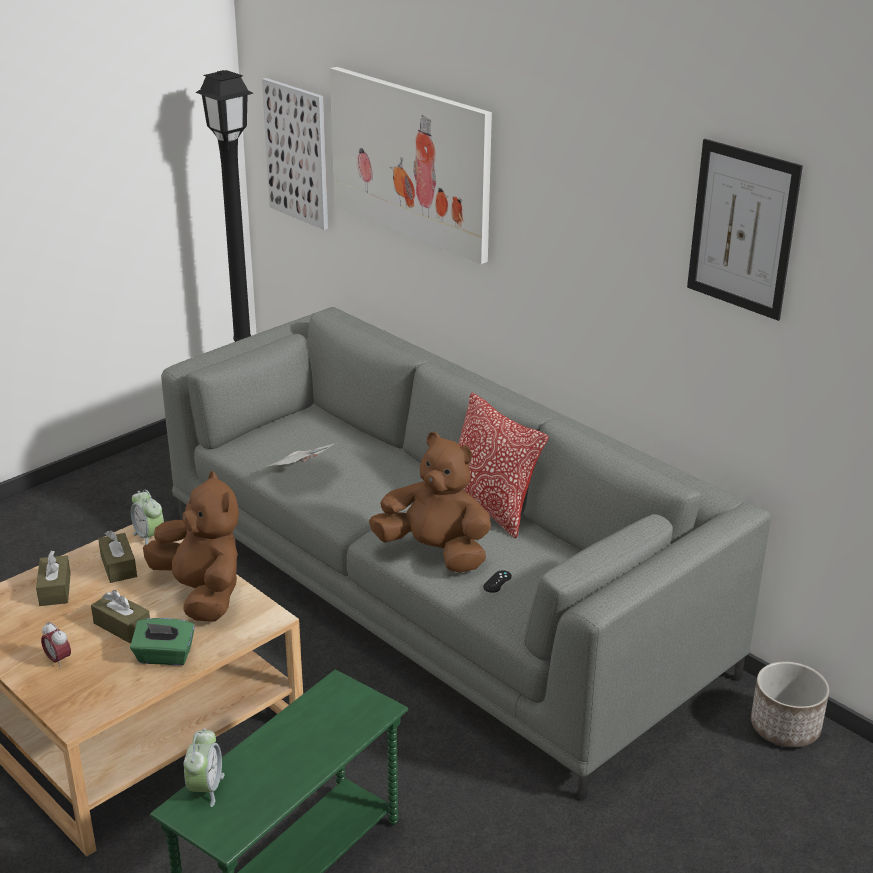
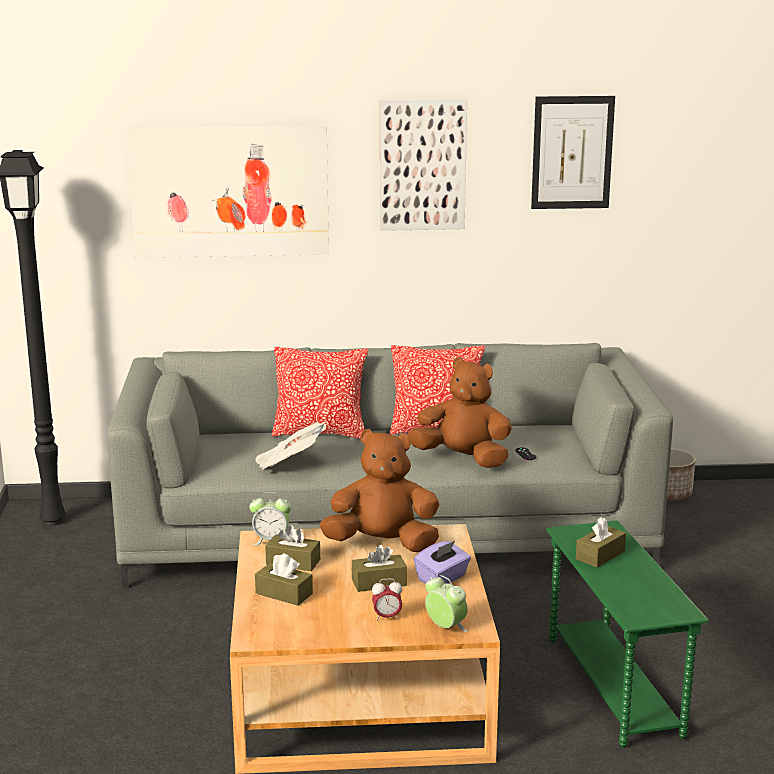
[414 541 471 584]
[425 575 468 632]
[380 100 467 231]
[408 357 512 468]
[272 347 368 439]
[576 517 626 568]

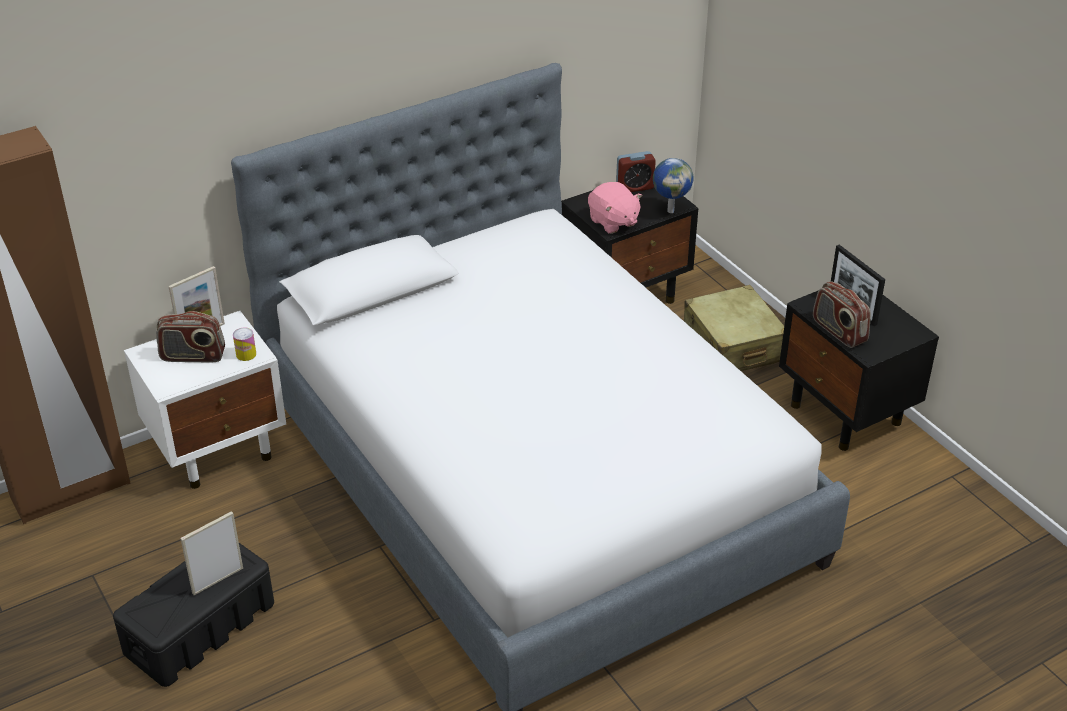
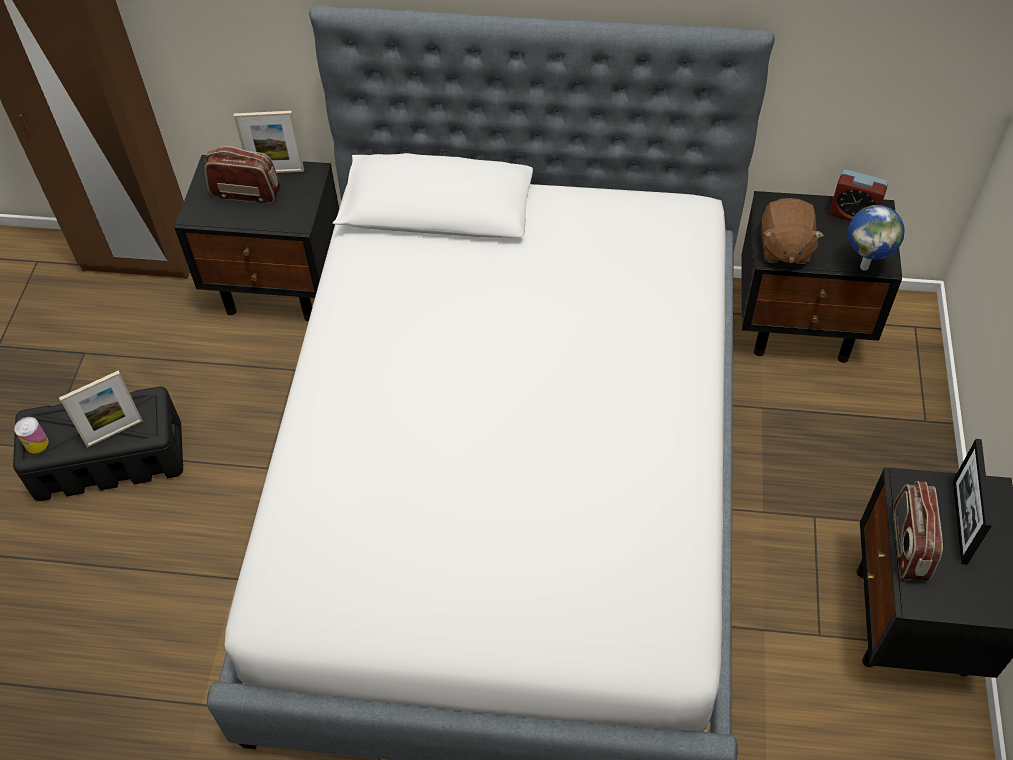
[174 155 339 321]
[205 146 280 203]
[59 370 143 448]
[14 417 49 453]
[761 198 824 264]
[684 285 784 371] (first image)

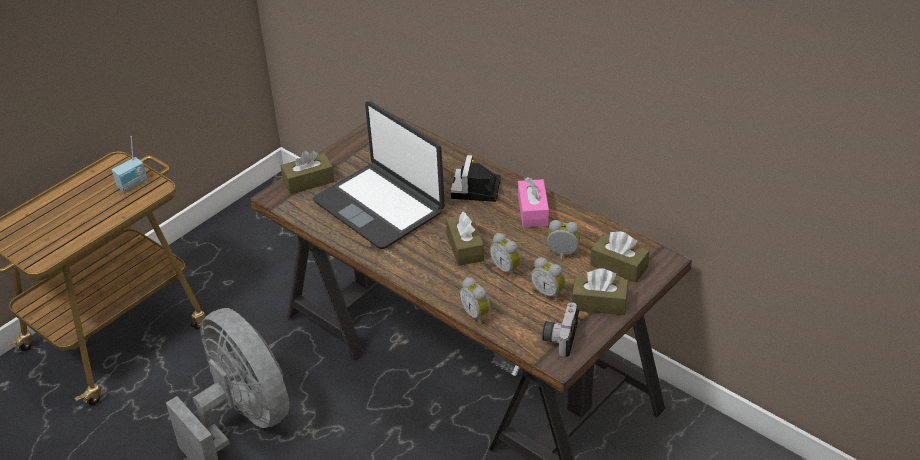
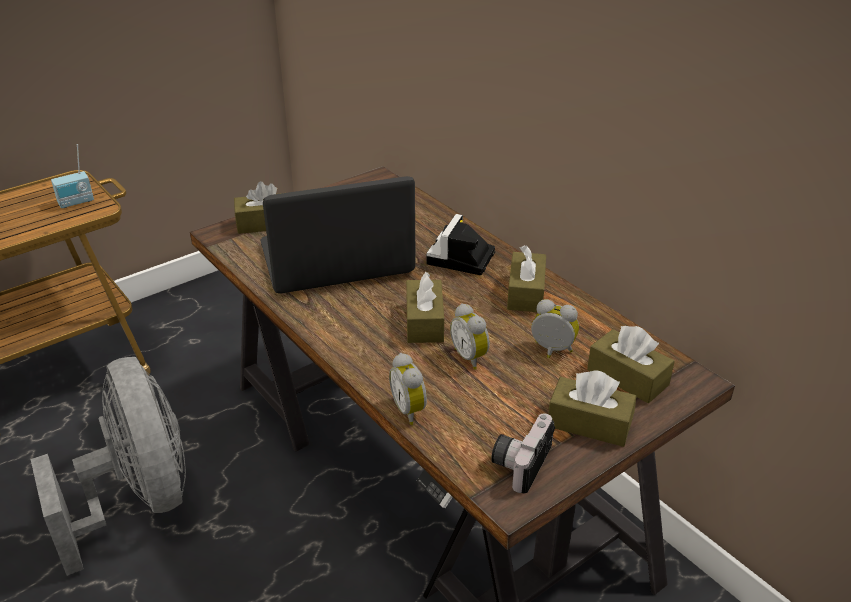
[260 176 416 293]
[507 245 546 312]
[531 257 565 302] (first image)

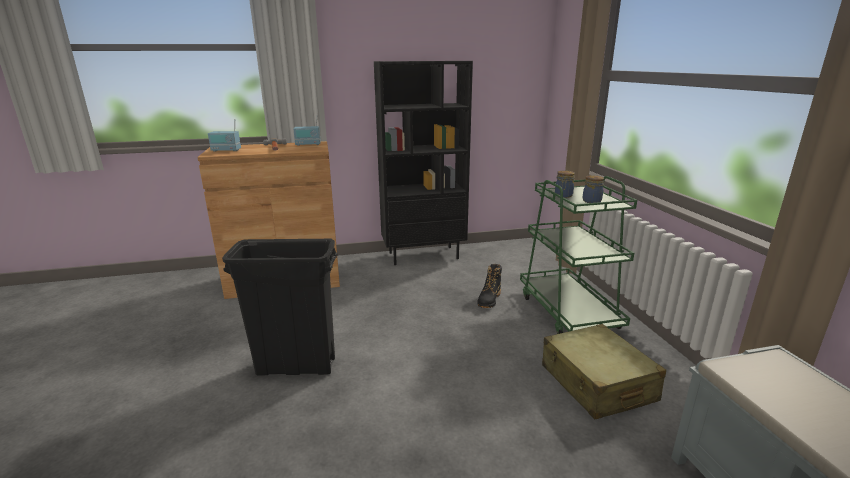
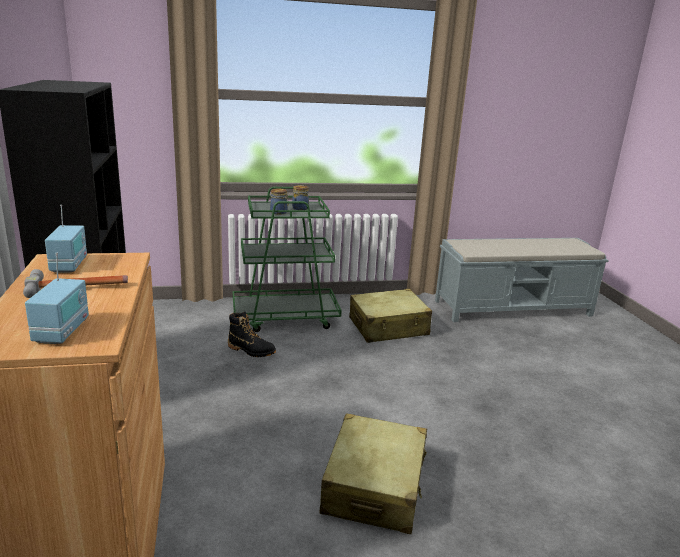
[319 414 427 534]

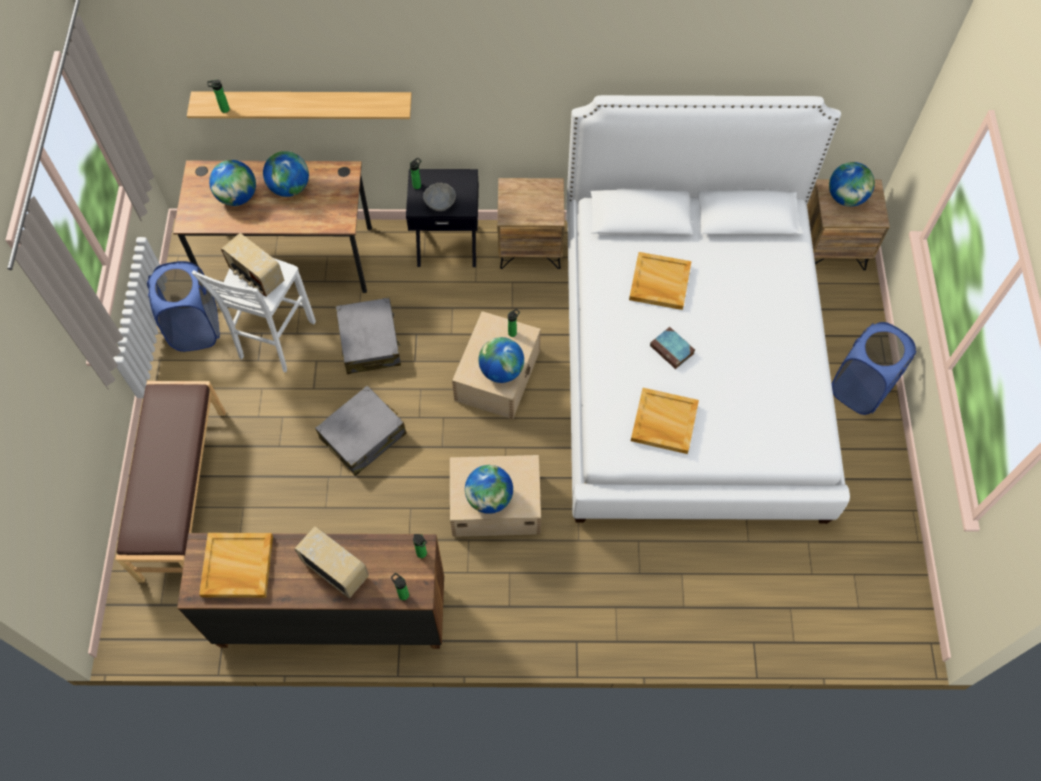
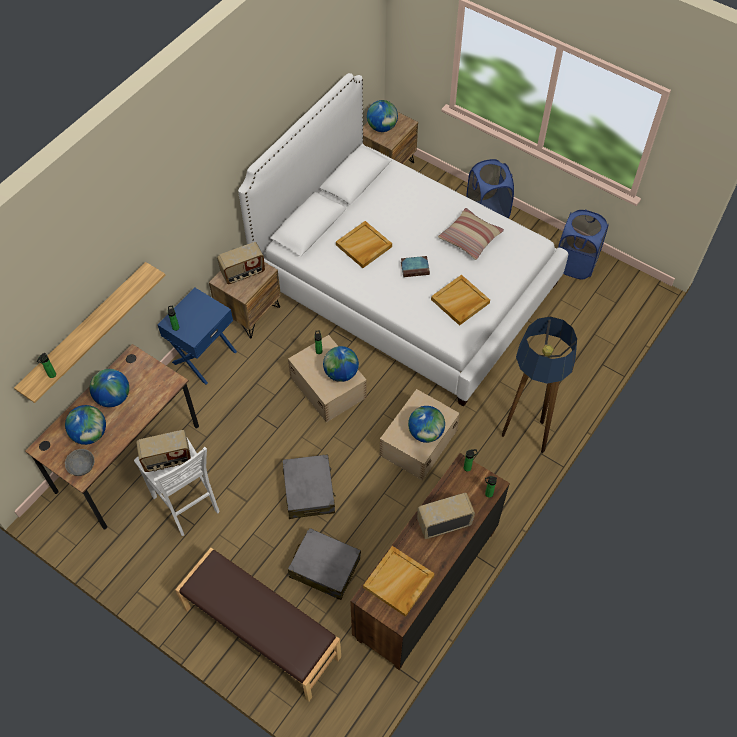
[558 210 609 280]
[288 528 361 600]
[158 288 237 385]
[65 449 94 476]
[217 242 265 284]
[438 208 504 260]
[502 317 577 453]

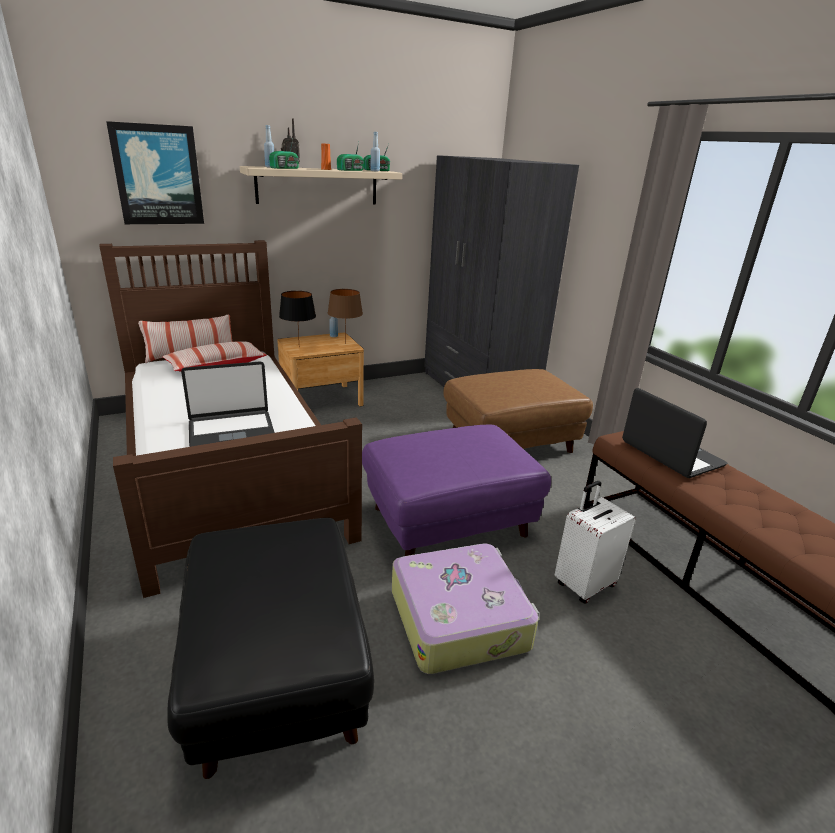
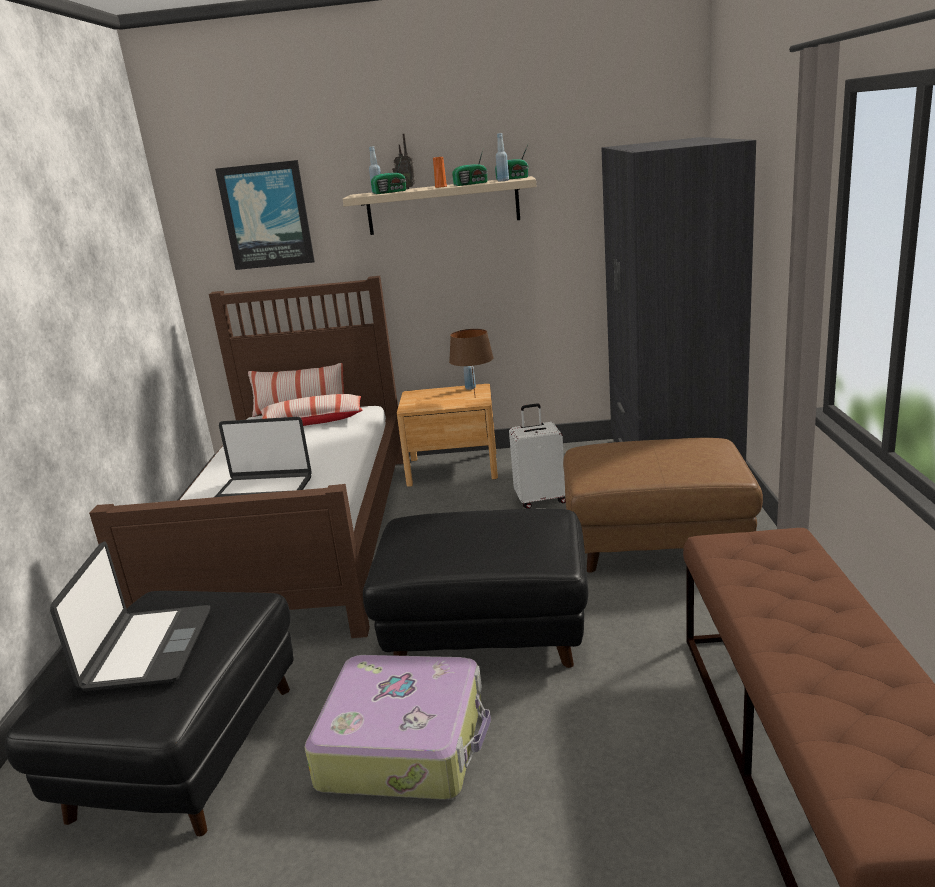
[279 291 316 338] (first image)
[363 508 588 668]
[509 403 566 509]
[50 541 210 691]

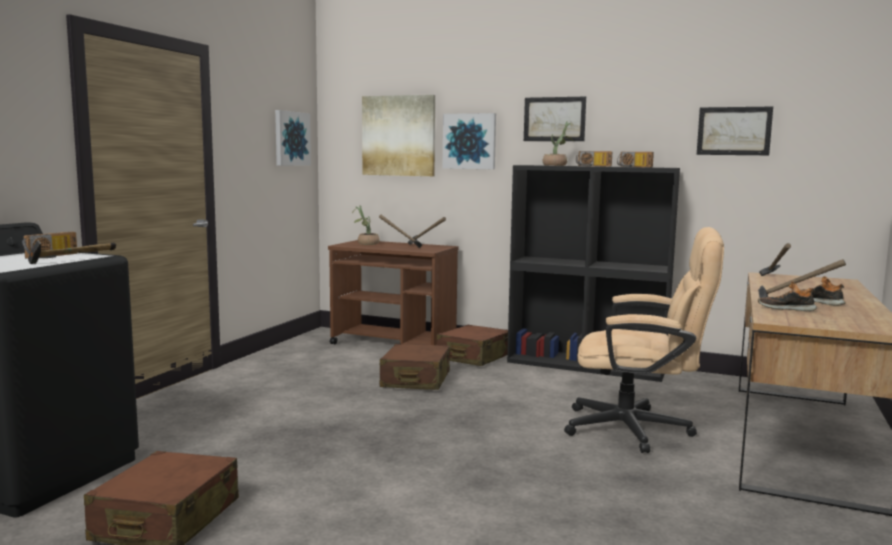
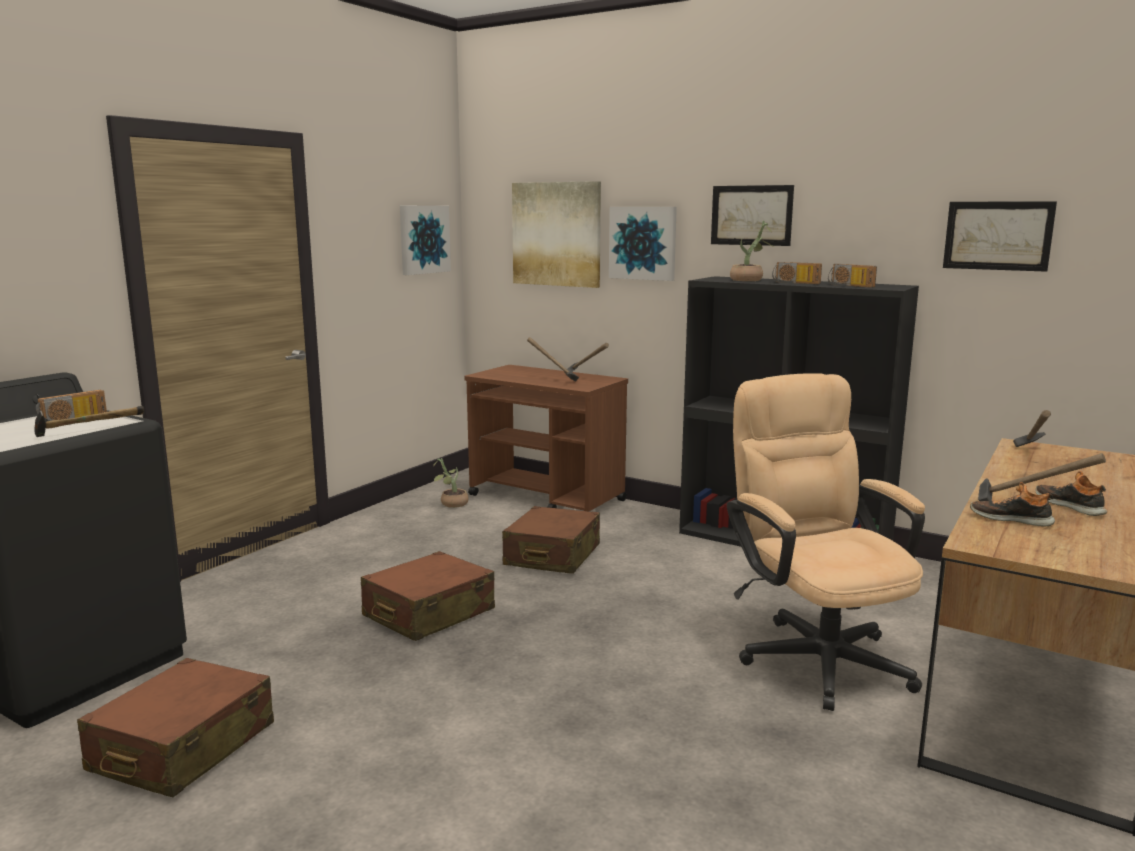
[433 458 469 508]
[361 551 495 641]
[727 374 925 711]

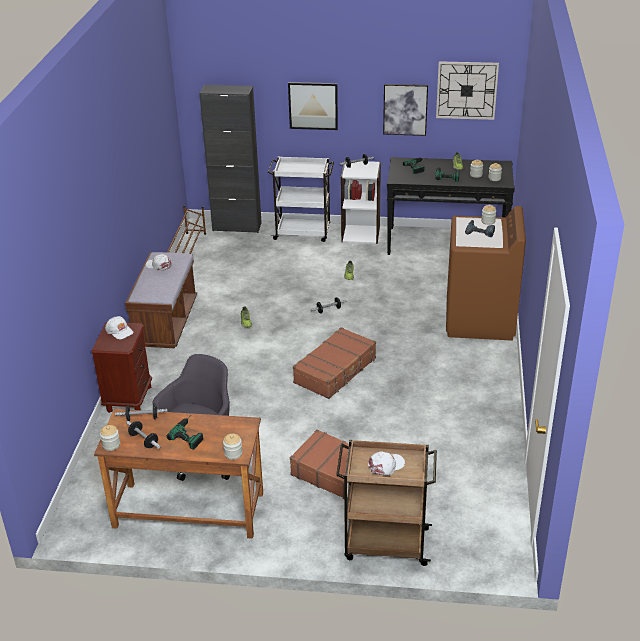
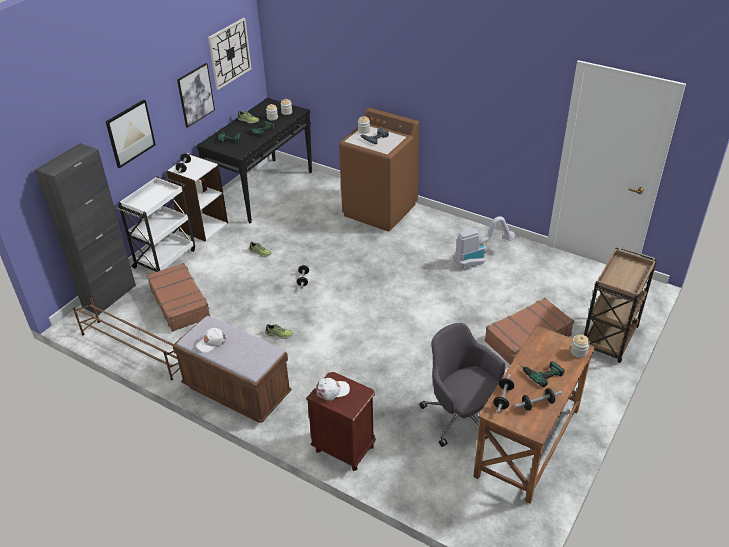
[100 425 120 451] (first image)
[147 263 211 332]
[368 451 405 476] (first image)
[453 216 515 271]

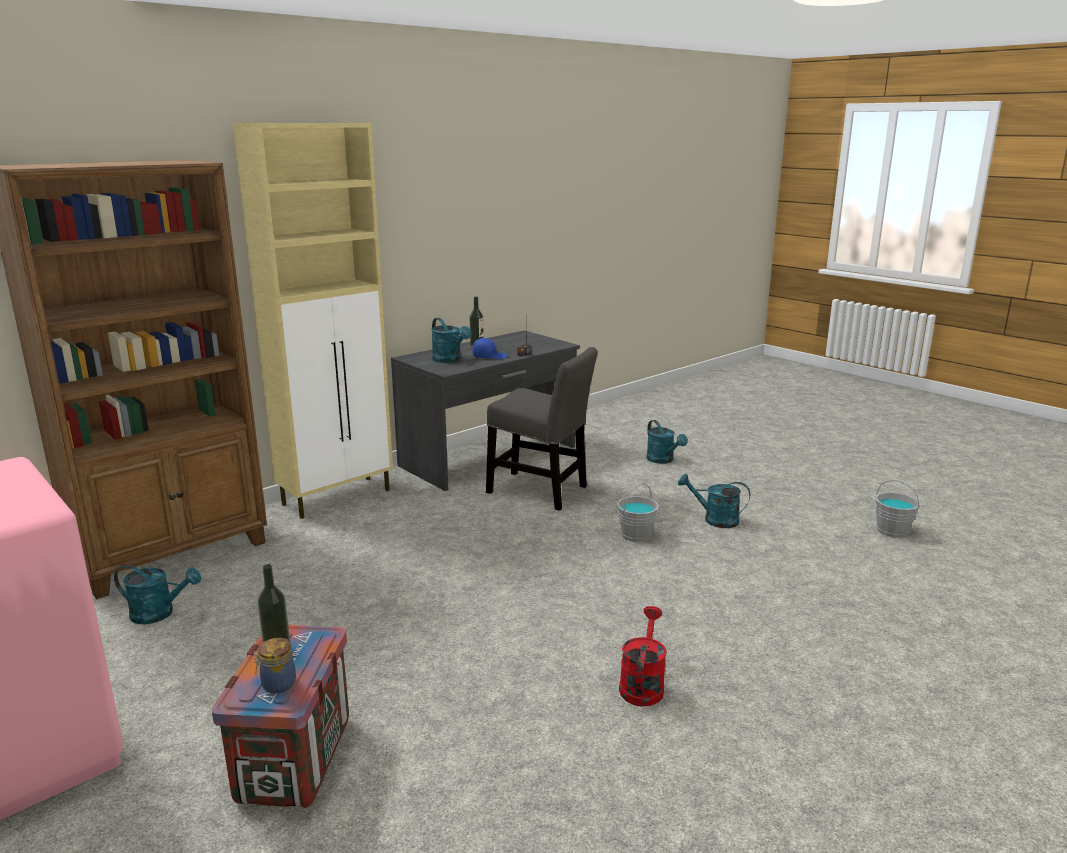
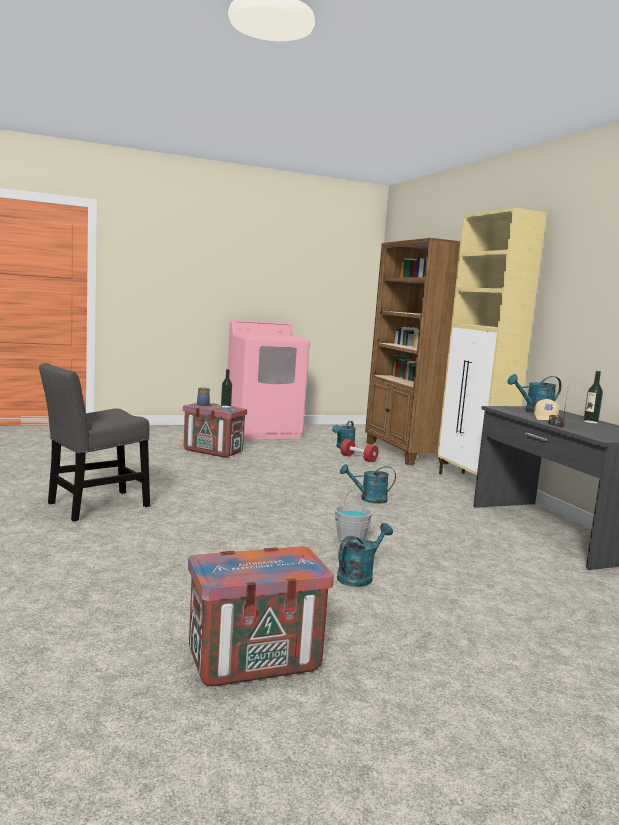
[534 399 559 420]
[39 363 150 521]
[619 606 667 706] (first image)
[340 464 396 504]
[188 547 334 686]
[340 439 378 462]

